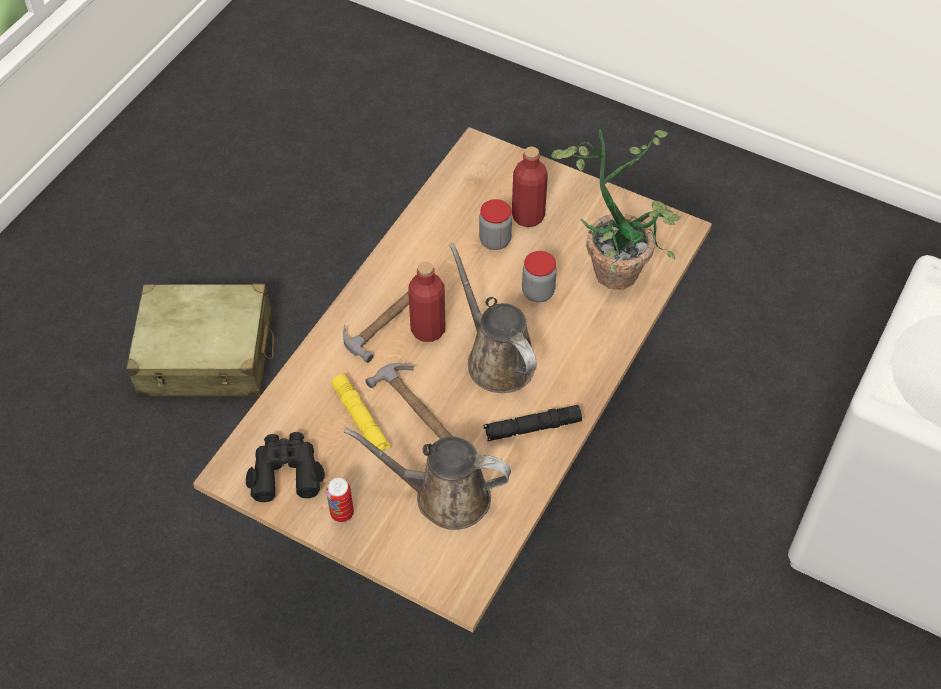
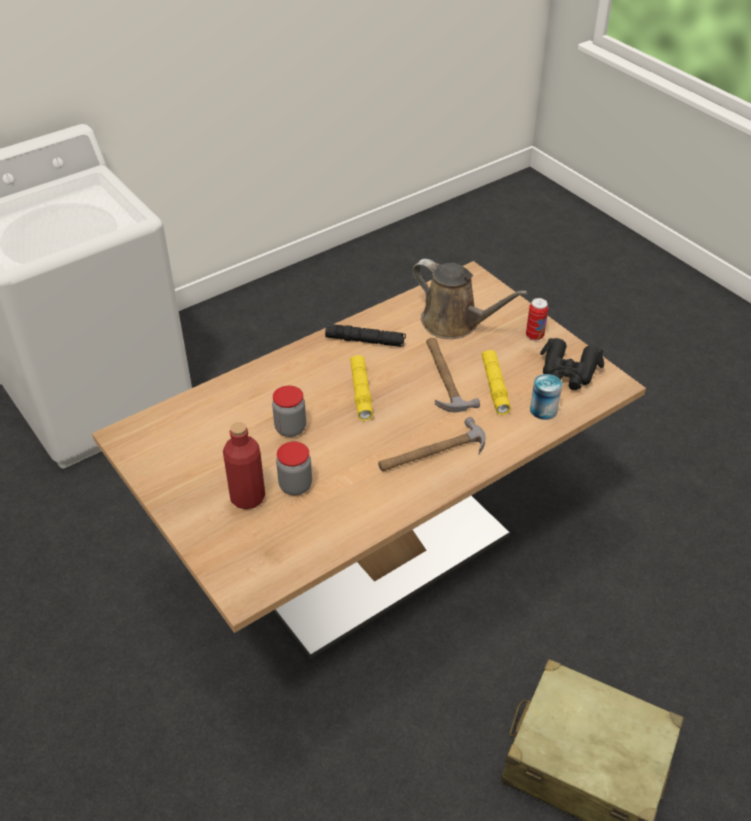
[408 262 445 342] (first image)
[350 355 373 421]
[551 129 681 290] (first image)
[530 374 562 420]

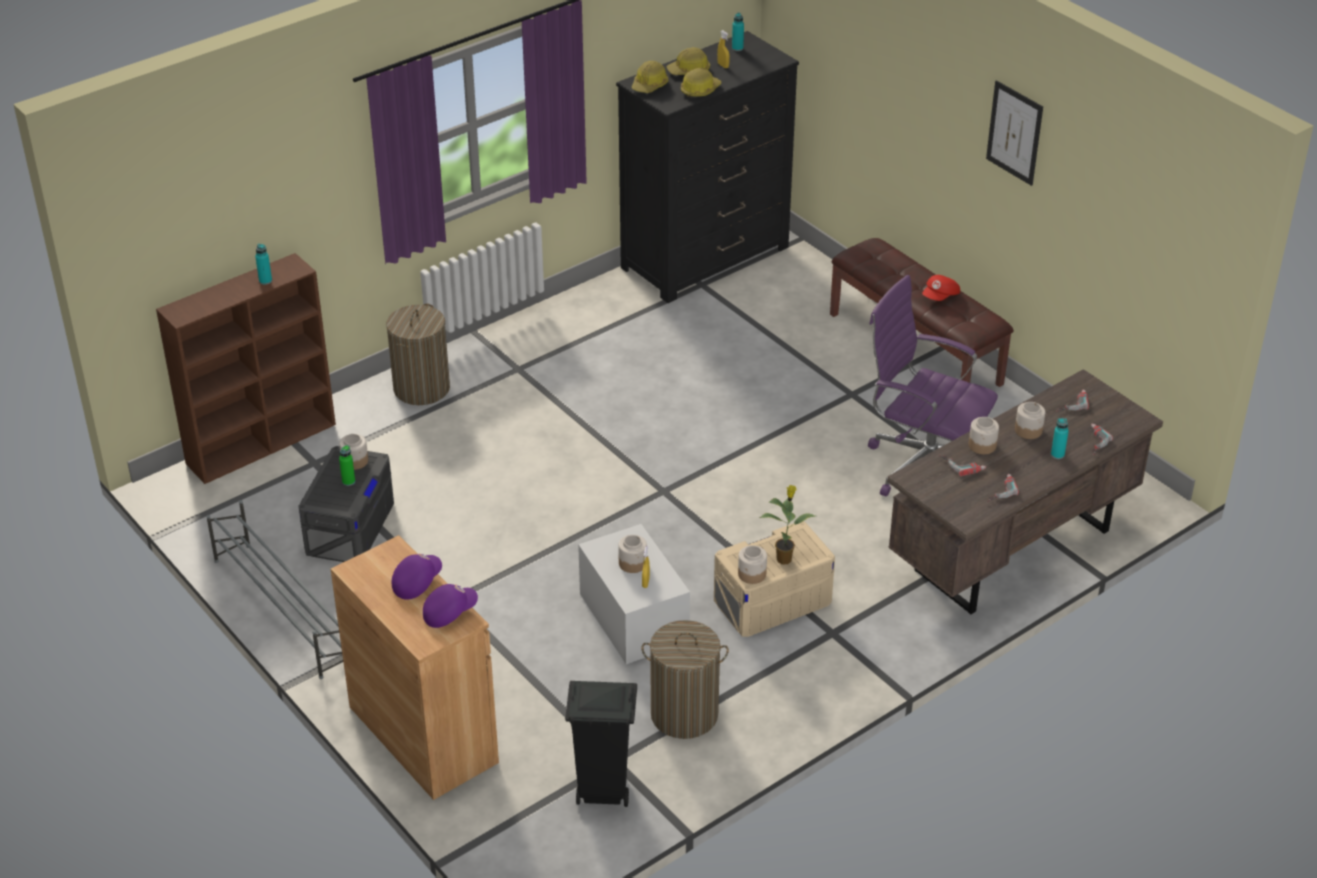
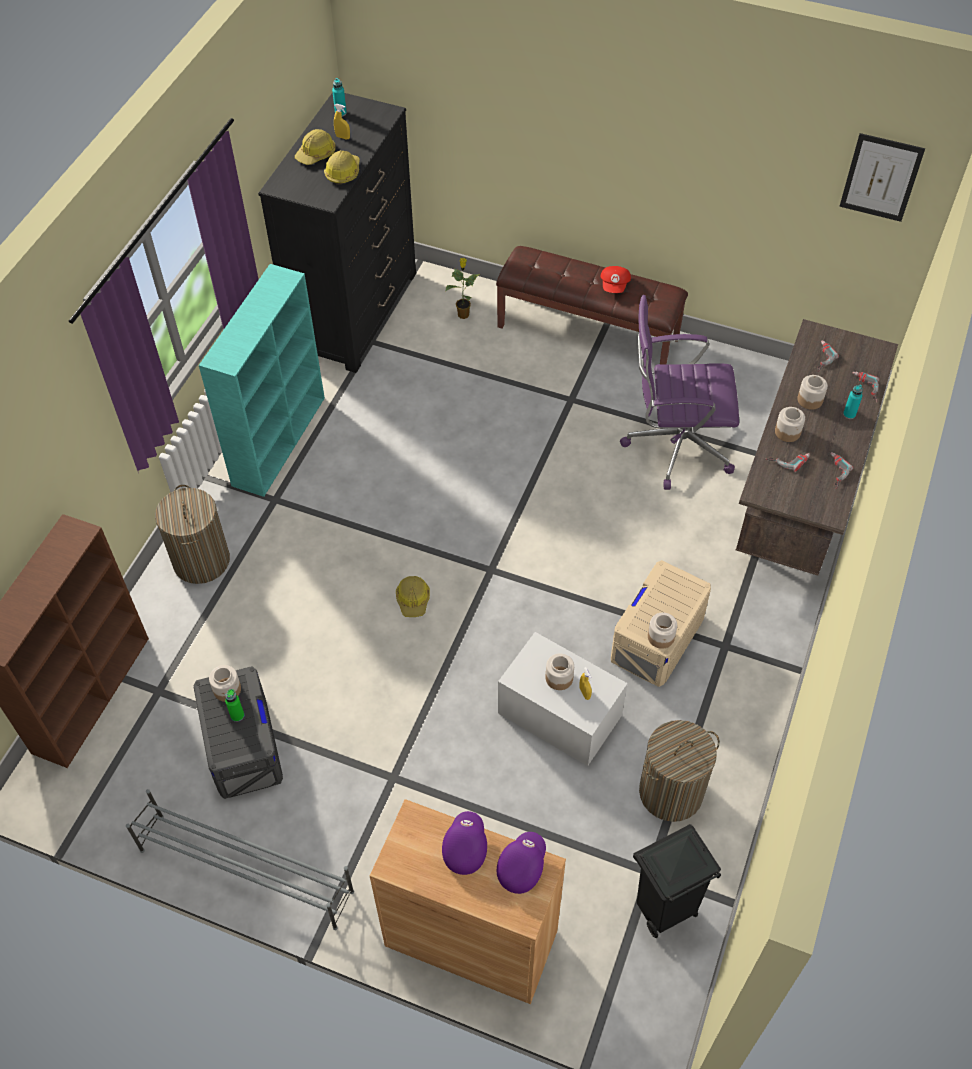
[255 244 272 285] (first image)
[396 576 430 617]
[445 258 480 319]
[839 133 925 222]
[199 264 325 497]

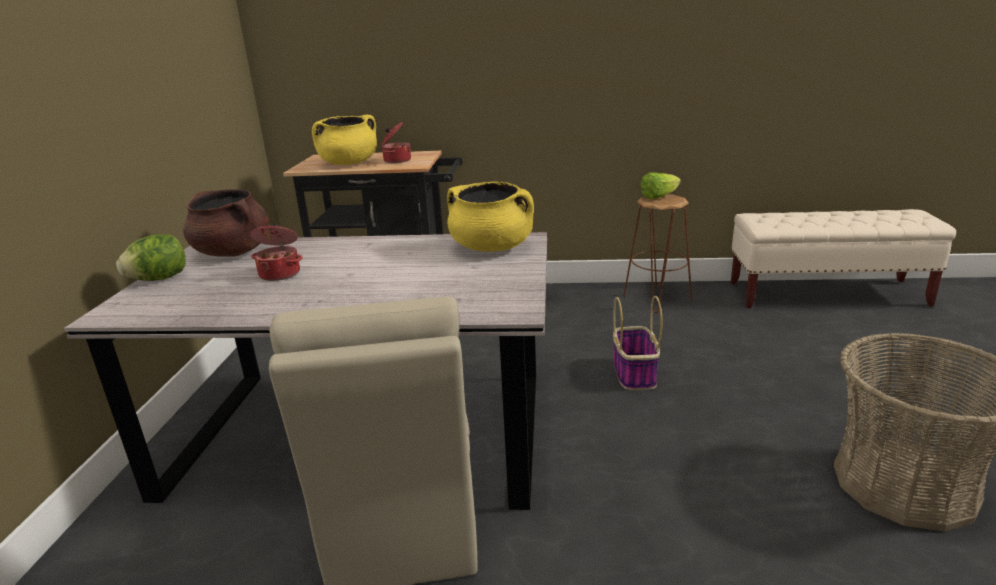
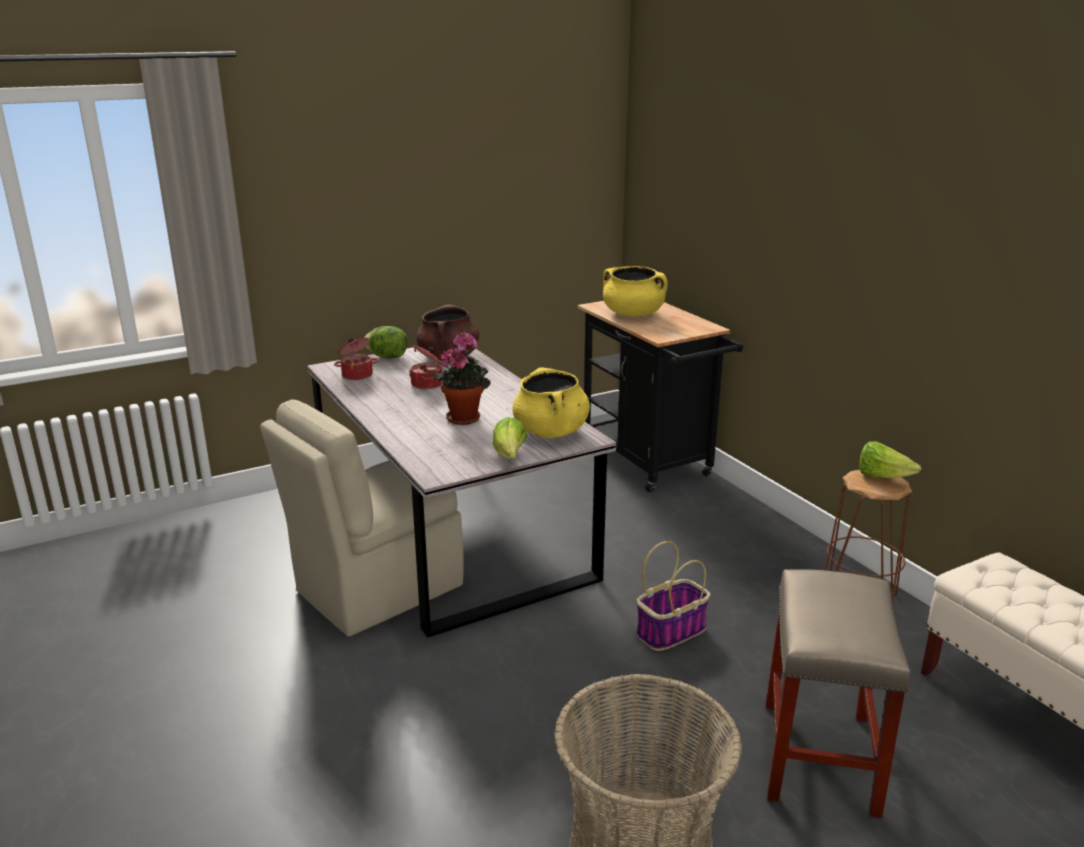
[334 338 378 380]
[434 332 491 425]
[492 417 527 459]
[766 569 910 818]

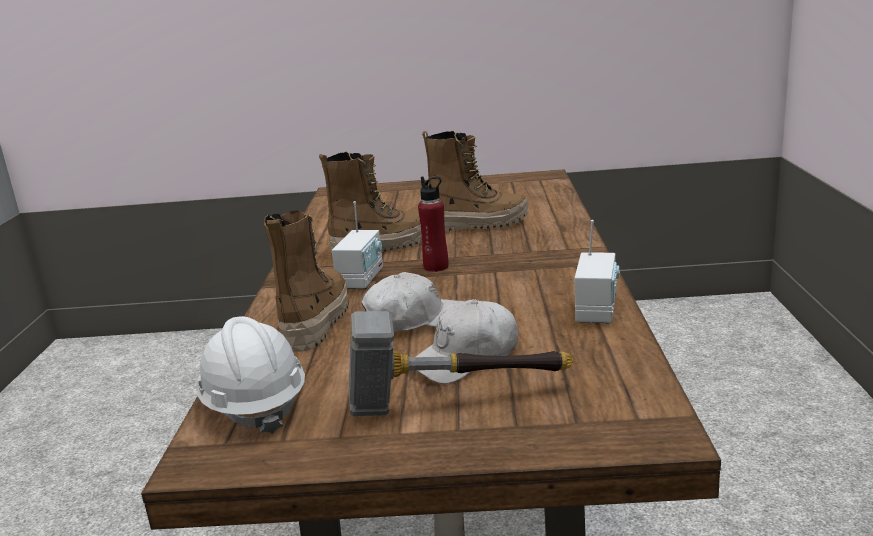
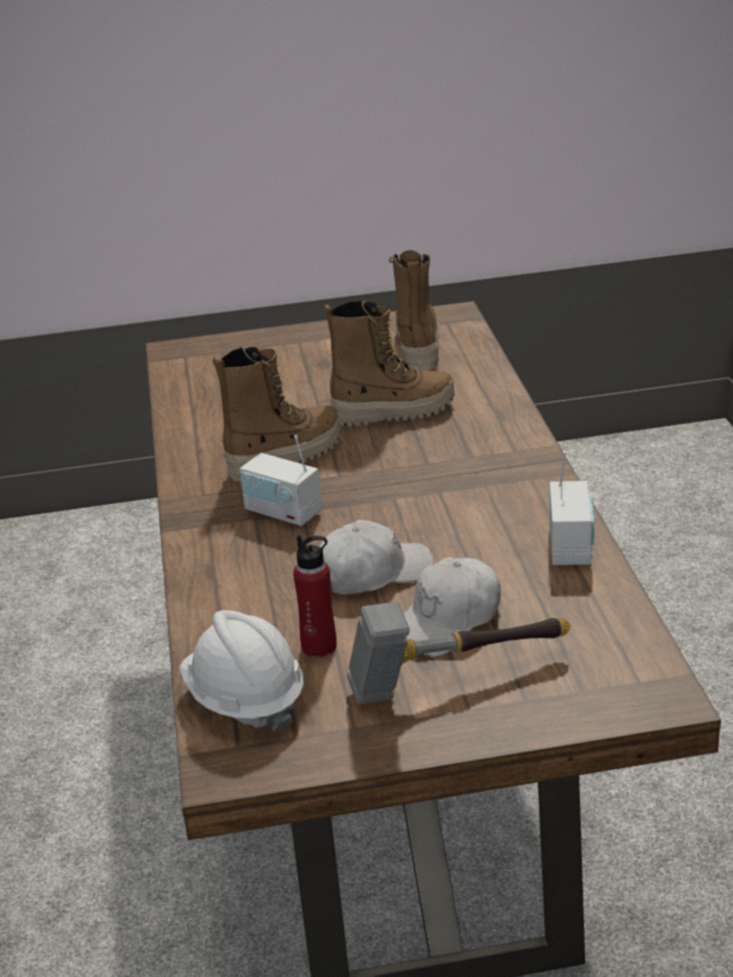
[389 250 439 370]
[240 435 322 527]
[293 535 337 657]

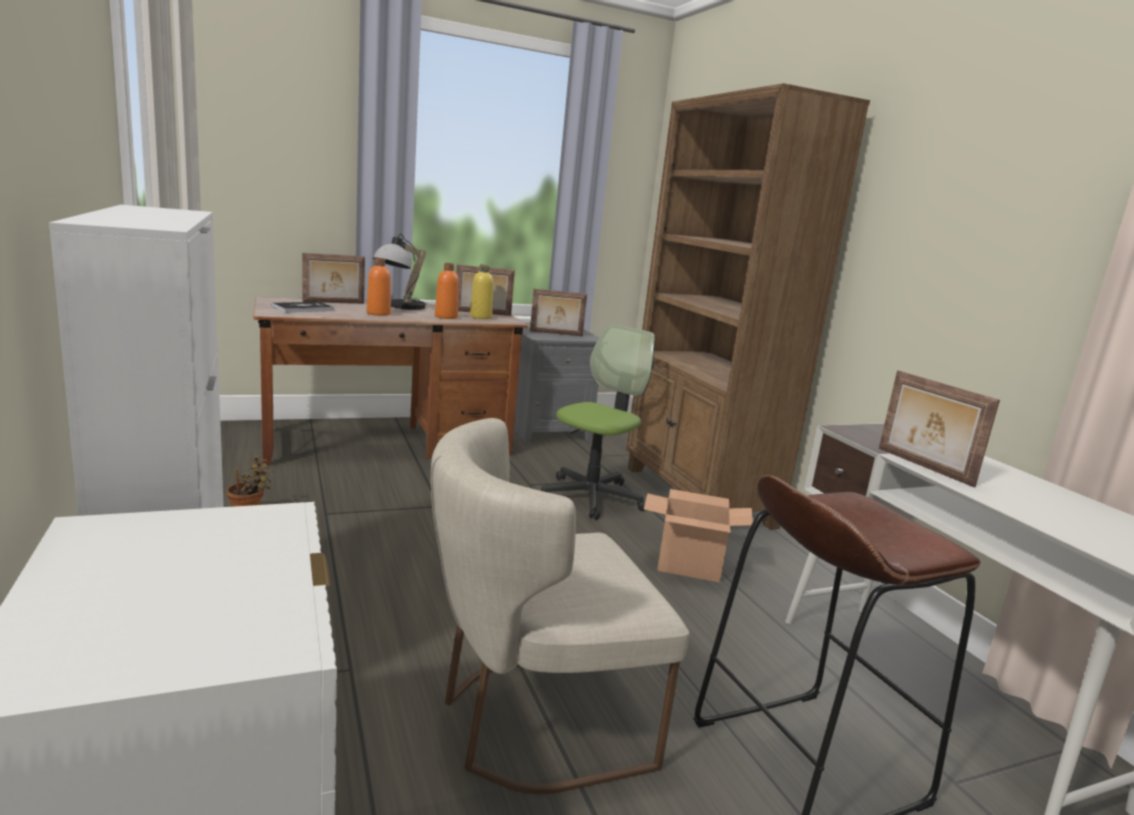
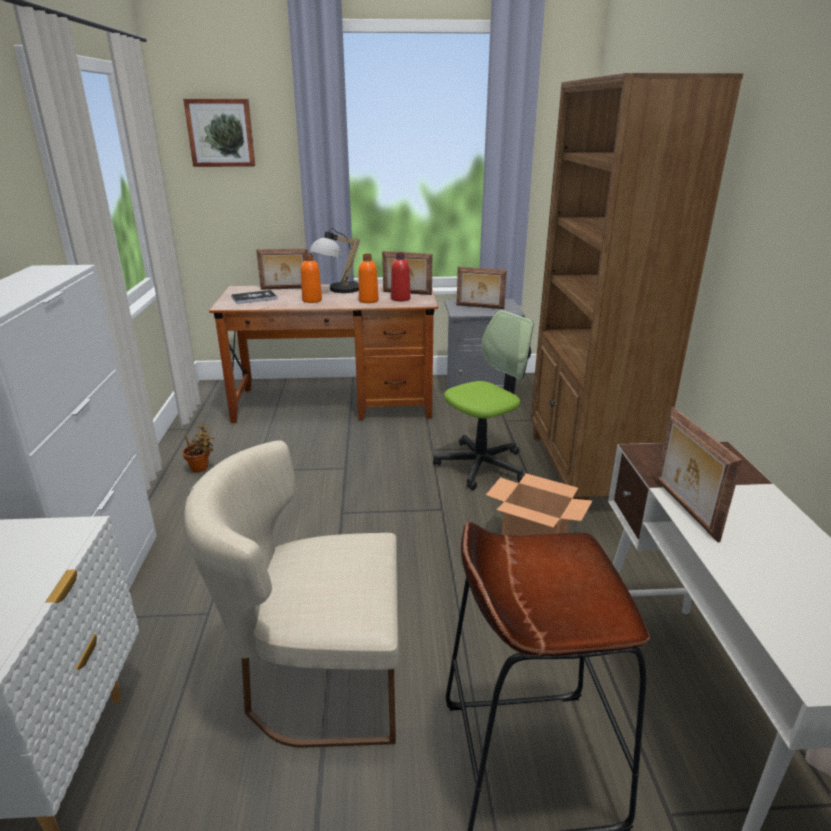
[391 252 411 301]
[183 99 255 167]

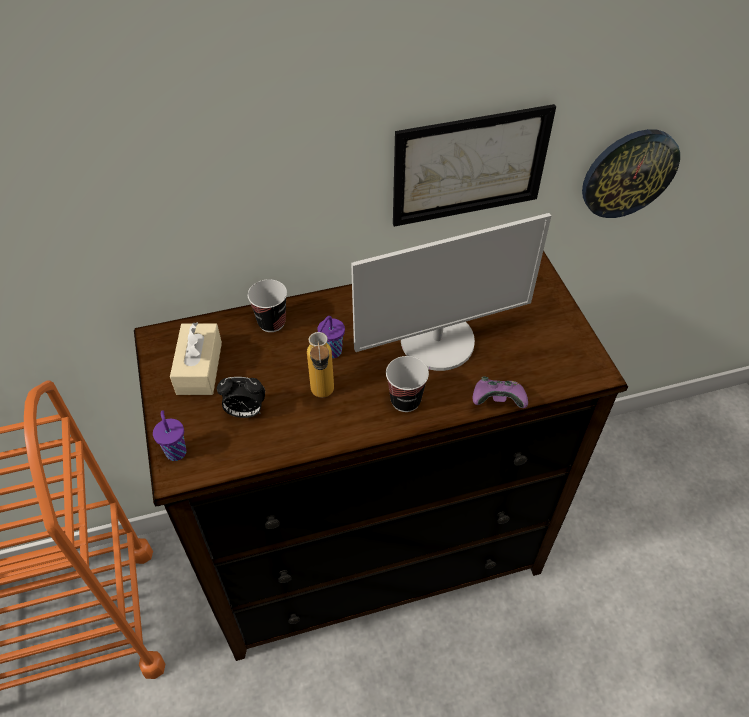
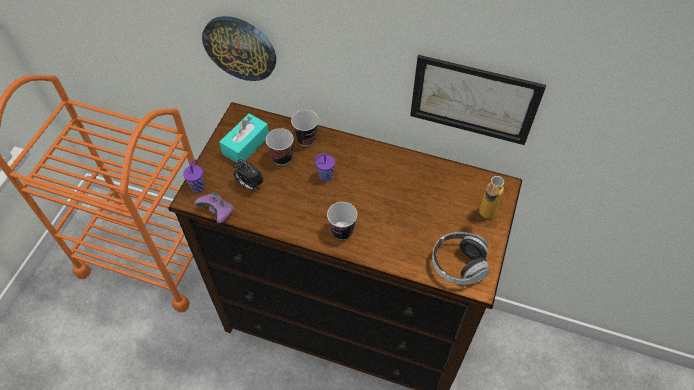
[219 113 269 162]
[479 176 504 219]
[351 213 551 371] (first image)
[194 192 234 223]
[202 16 276 81]
[266 128 294 165]
[432 232 490 285]

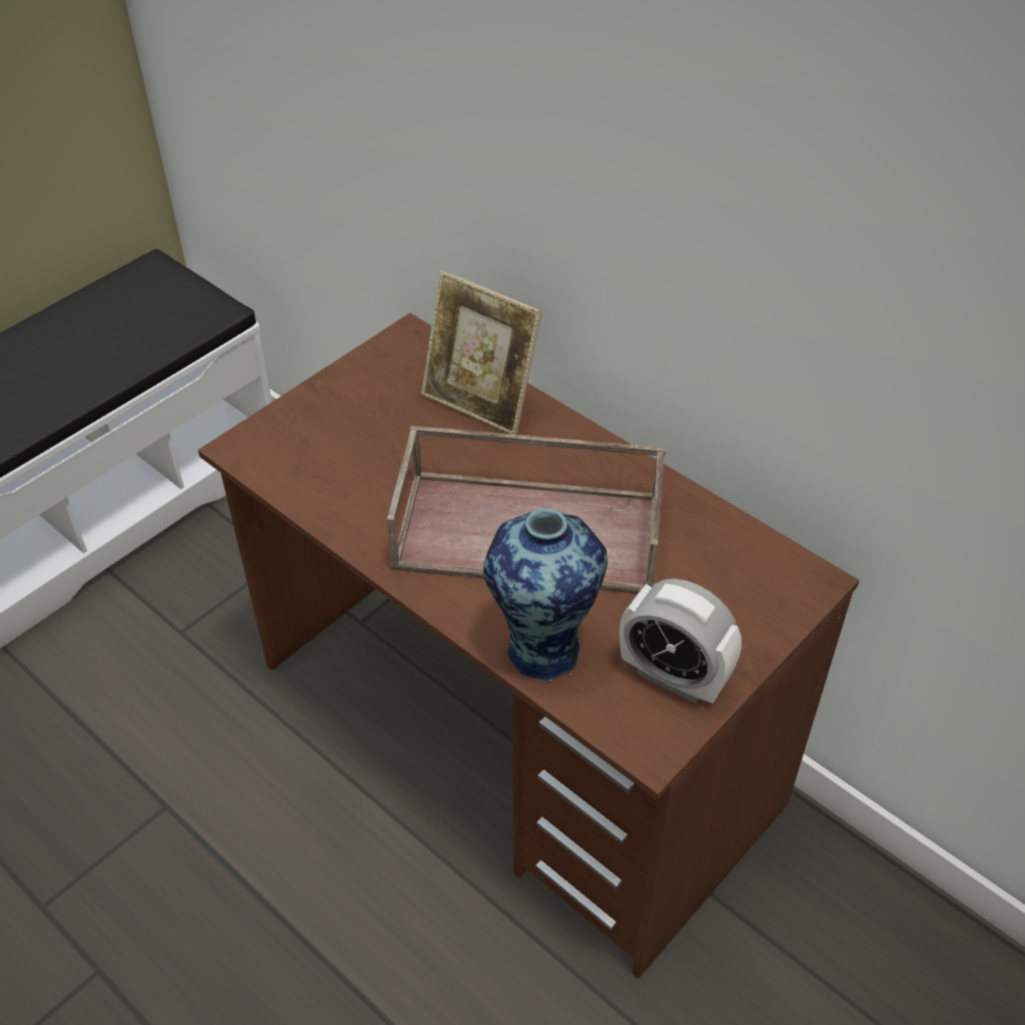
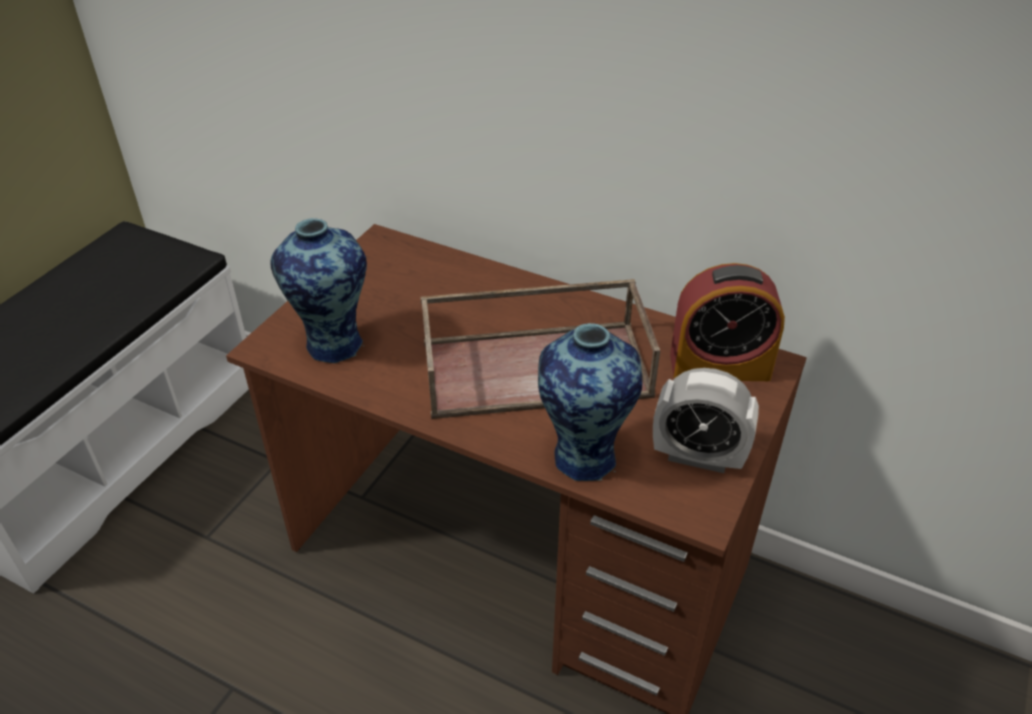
[421 271 542 435] (first image)
[270 218 367 363]
[670 263 785 381]

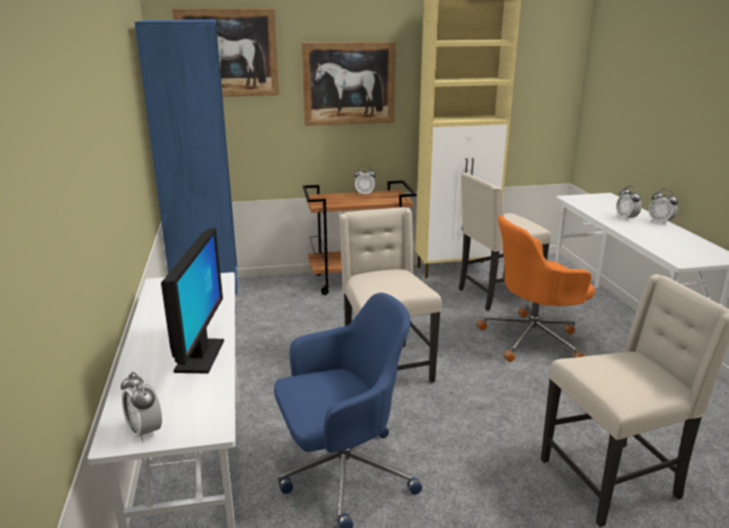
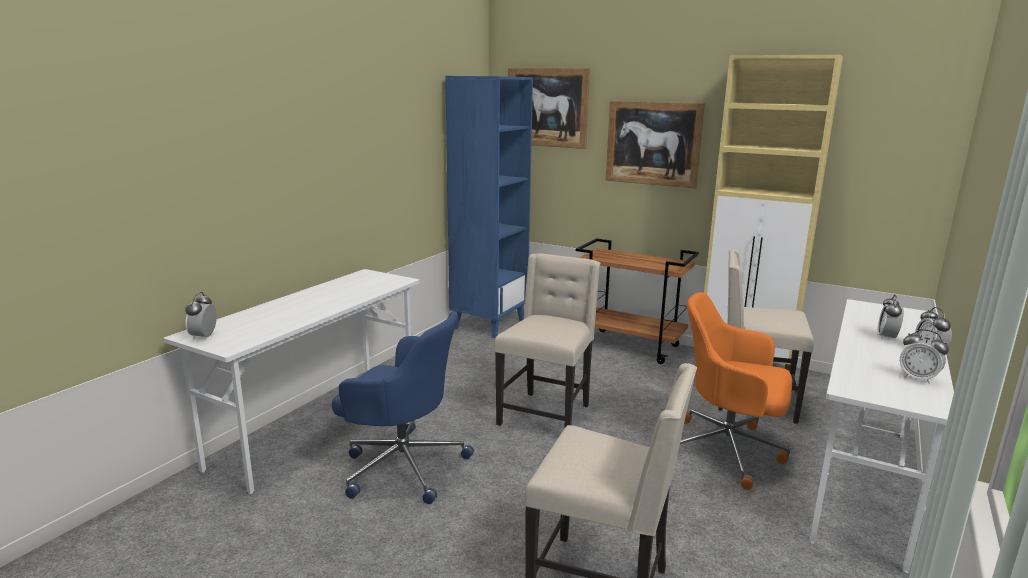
[161 228 224 374] (first image)
[900 329 949 384]

